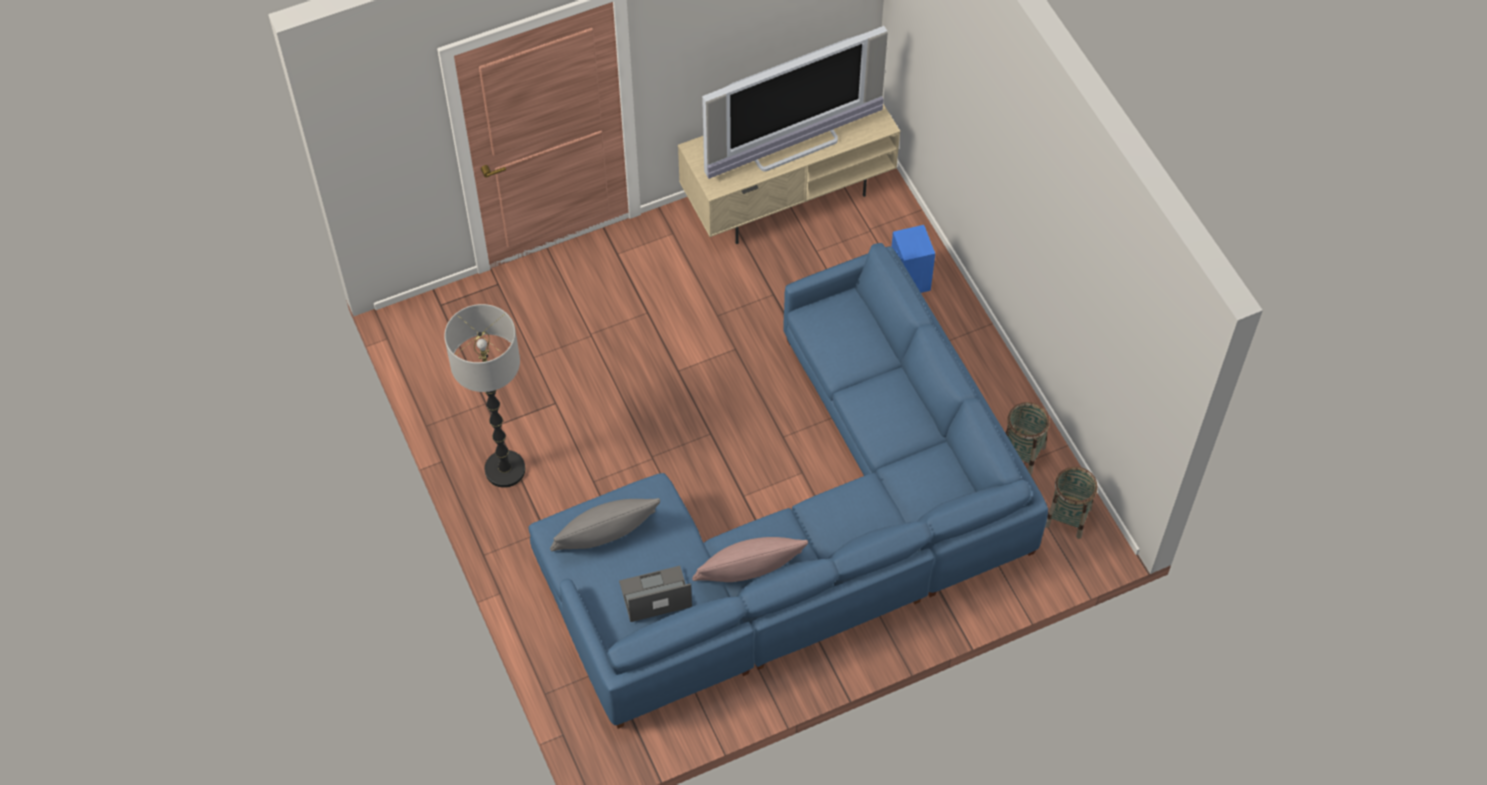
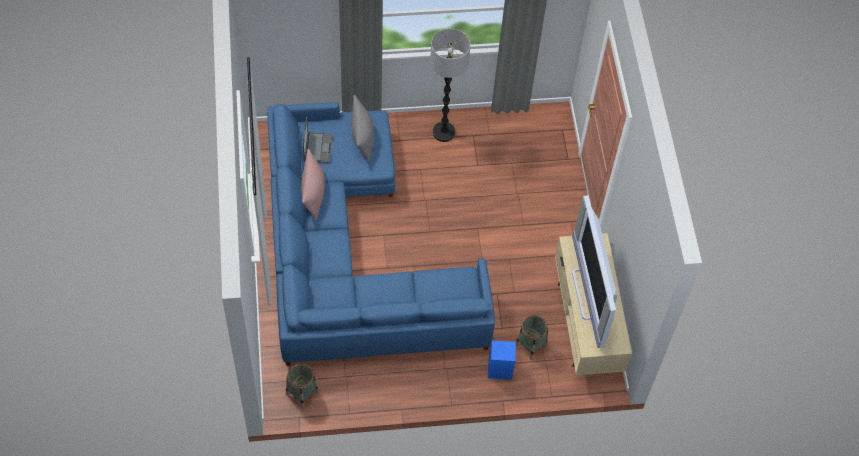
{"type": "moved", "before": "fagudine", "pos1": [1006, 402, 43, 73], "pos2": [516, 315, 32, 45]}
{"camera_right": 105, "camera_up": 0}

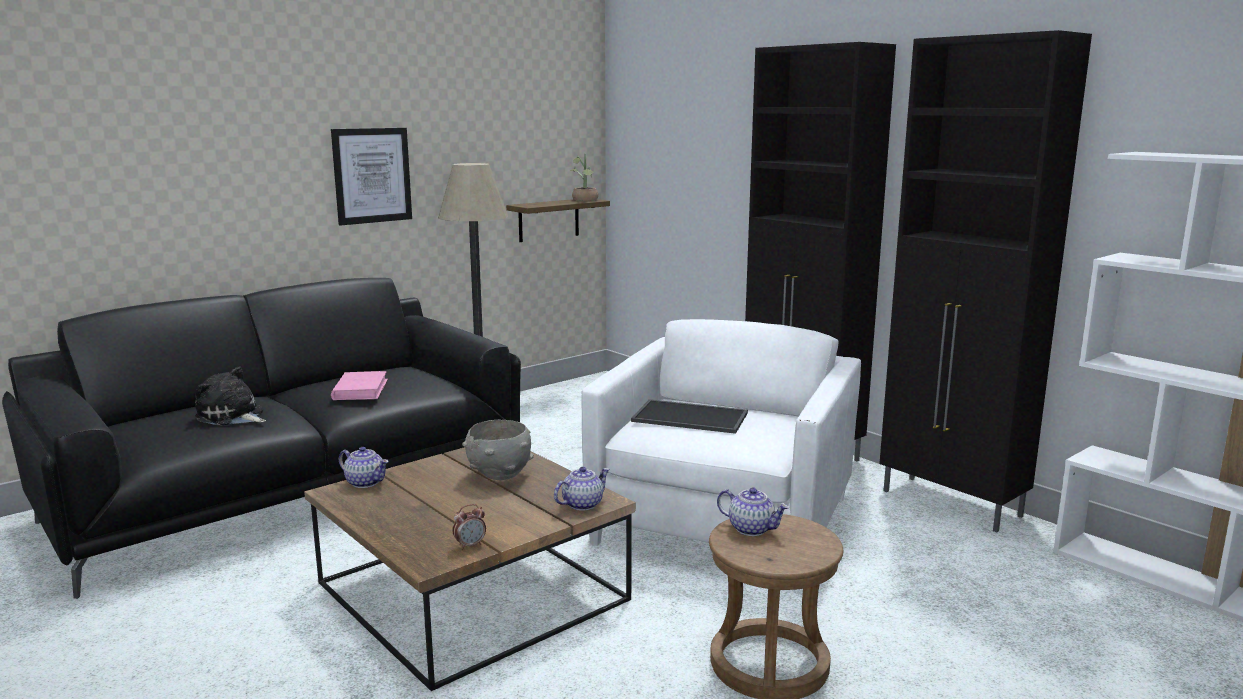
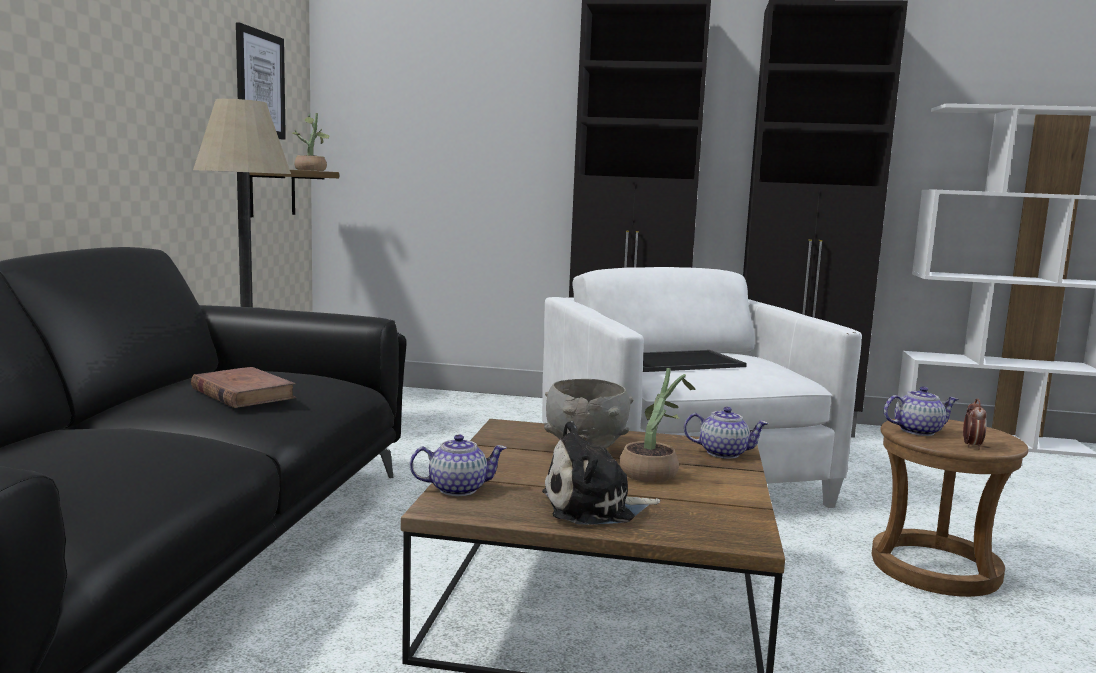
{"type": "moved", "before": "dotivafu", "pos1": [195, 366, 71, 60], "pos2": [542, 421, 118, 104]}
{"type": "moved", "before": "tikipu", "pos1": [331, 128, 81, 98], "pos2": [236, 22, 50, 118]}
{"type": "recoloured", "before": "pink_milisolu", "after": "brown_milisolu", "pos1": [331, 371, 57, 29], "pos2": [191, 367, 105, 41]}
{"type": "moved", "before": "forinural", "pos1": [452, 504, 34, 46], "pos2": [963, 398, 24, 52]}
{"type": "turned", "before": "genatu", "pos1": [554, 467, 56, 44], "pos2": [684, 407, 85, 52], "turn": 90}
{"type": "added", "after": "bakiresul", "pos2": [619, 368, 77, 115]}
{"camera_right": -40, "camera_up": -5}

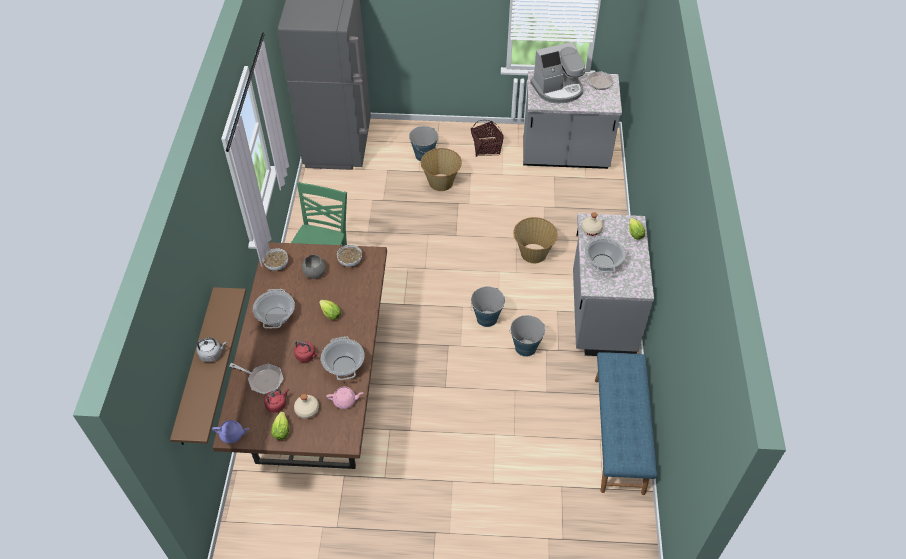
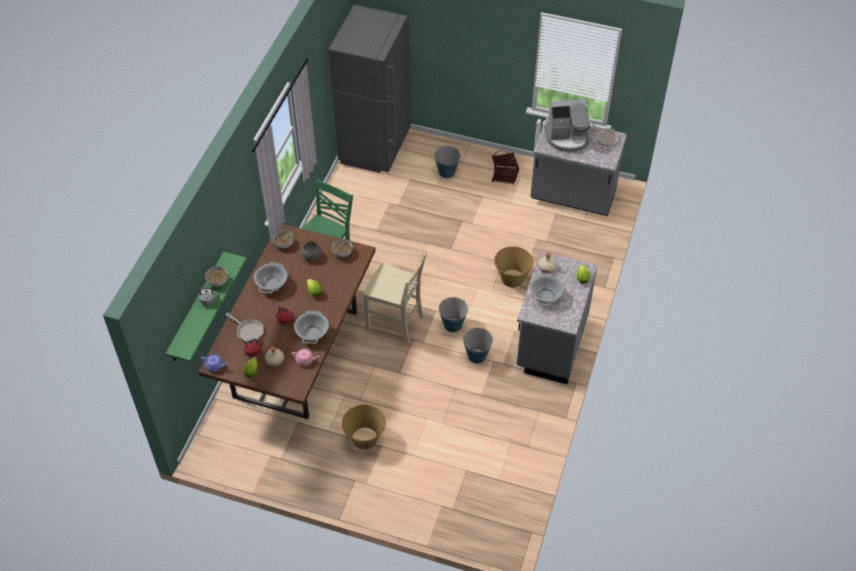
{"type": "recoloured", "before": "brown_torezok", "after": "green_torezok", "pos1": [170, 287, 76, 158], "pos2": [165, 251, 82, 111]}
{"type": "moved", "before": "fagudine", "pos1": [421, 148, 41, 43], "pos2": [342, 405, 43, 44]}
{"type": "removed", "before": "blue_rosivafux", "pos1": [595, 352, 62, 143]}
{"type": "added", "after": "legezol", "pos2": [205, 266, 23, 21]}
{"type": "added", "after": "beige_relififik", "pos2": [364, 250, 63, 93]}
{"camera_right": 15, "camera_up": 0}

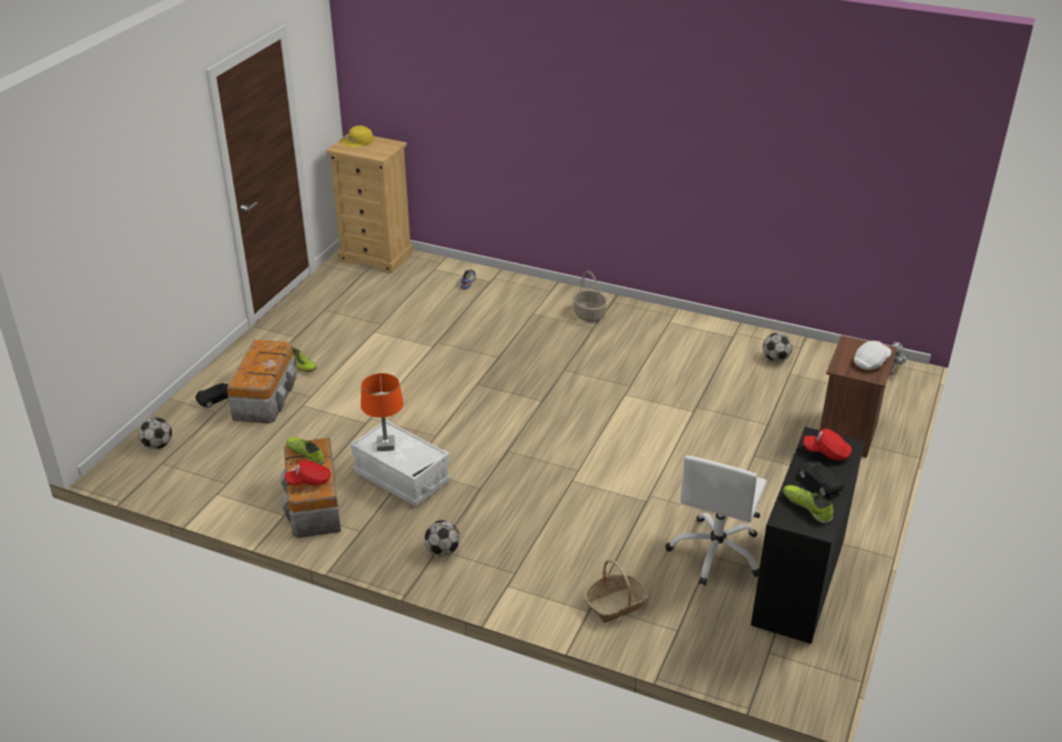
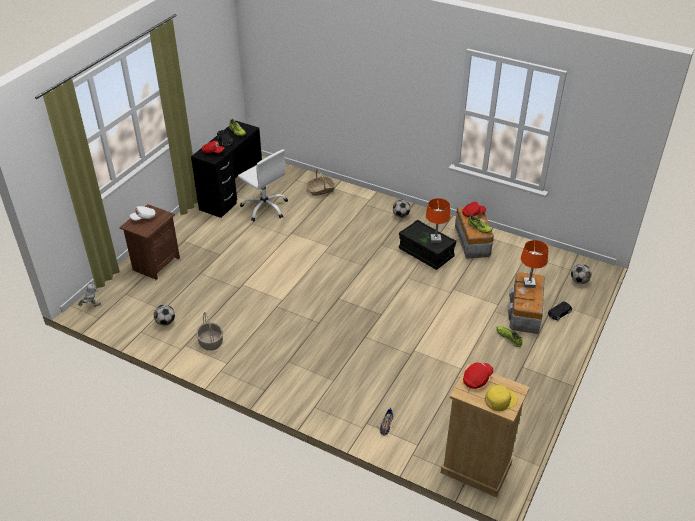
{"type": "recoloured", "before": "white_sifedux", "after": "black_sifedux", "pos1": [350, 420, 100, 87], "pos2": [399, 219, 57, 51]}
{"type": "moved", "before": "fagudine", "pos1": [573, 271, 34, 51], "pos2": [196, 312, 27, 39]}
{"type": "turned", "before": "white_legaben", "pos1": [666, 456, 101, 130], "pos2": [238, 149, 50, 72], "turn": 105}
{"type": "added", "after": "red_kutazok", "pos2": [463, 362, 30, 27]}
{"type": "added", "after": "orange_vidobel", "pos2": [521, 240, 28, 48]}
{"camera_right": -175, "camera_up": 5}

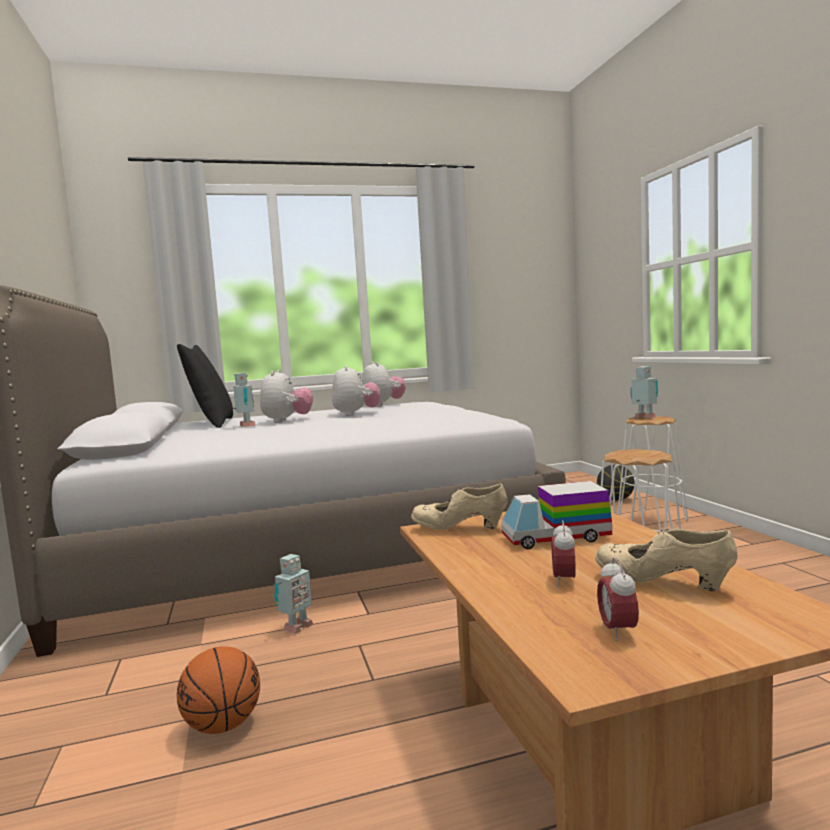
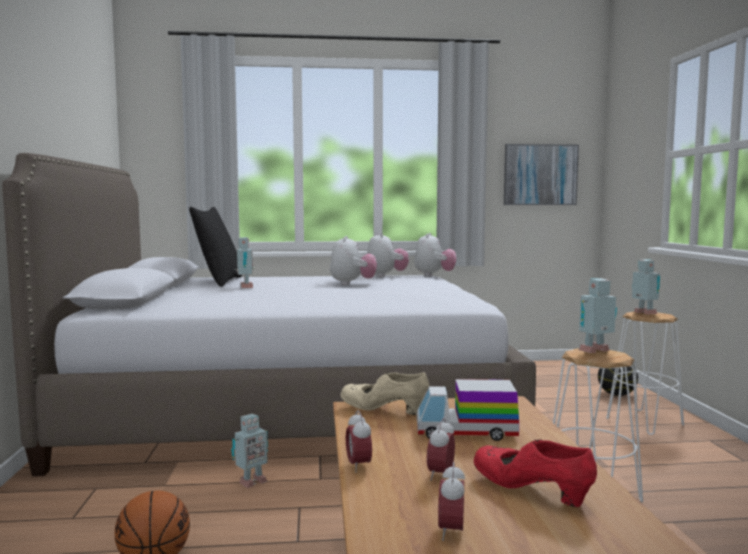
{"type": "moved", "before": "dotivafu", "pos1": [260, 370, 53, 53], "pos2": [414, 233, 42, 43]}
{"type": "recoloured", "before": "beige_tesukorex", "after": "red_tesukorex", "pos1": [595, 529, 142, 62], "pos2": [474, 439, 123, 68]}
{"type": "added", "after": "forinural", "pos2": [346, 410, 26, 63]}
{"type": "added", "after": "tikipu", "pos2": [504, 144, 75, 61]}
{"type": "added", "after": "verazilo", "pos2": [579, 278, 38, 75]}
{"camera_right": 10, "camera_up": 0}

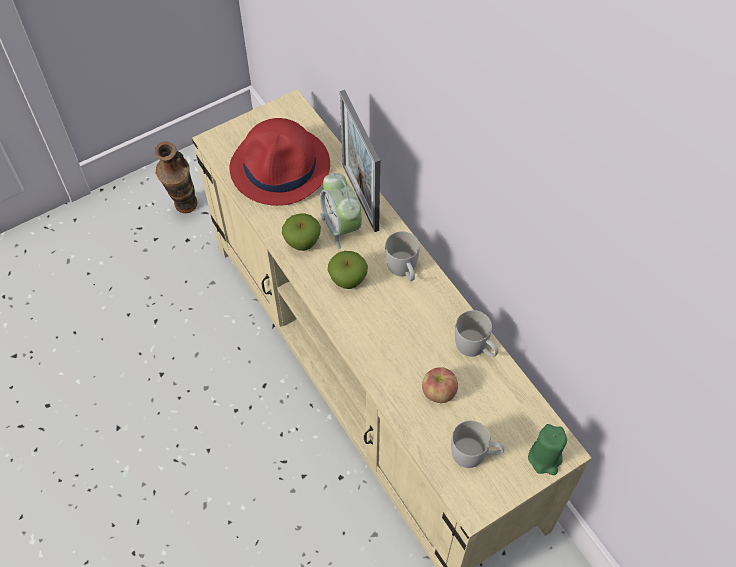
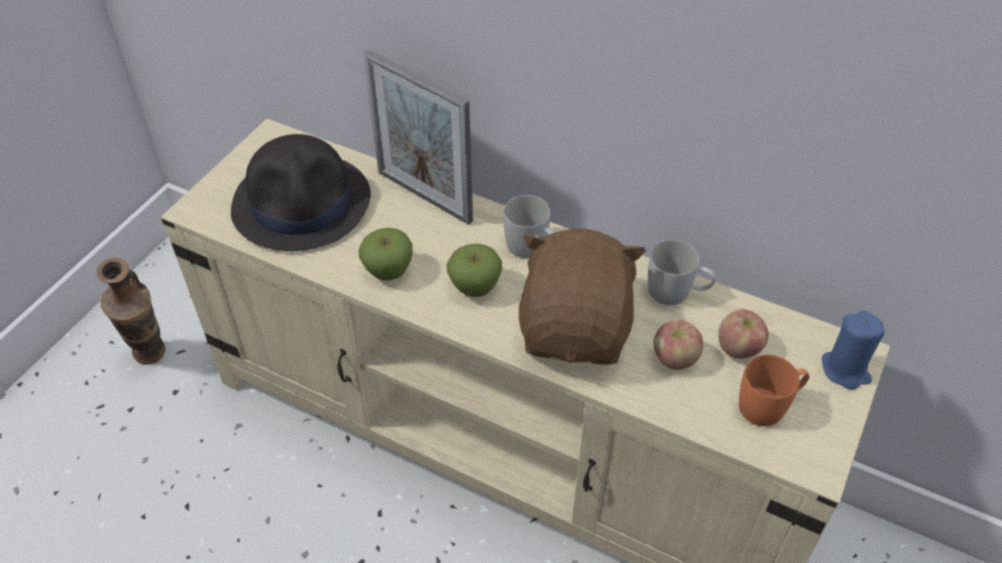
{"type": "recoloured", "before": "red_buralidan", "after": "black_buralidan", "pos1": [229, 118, 101, 88], "pos2": [231, 134, 140, 117]}
{"type": "removed", "before": "forinural", "pos1": [320, 173, 42, 76]}
{"type": "recoloured", "before": "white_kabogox", "after": "orange_kabogox", "pos1": [451, 421, 53, 47], "pos2": [739, 355, 70, 71]}
{"type": "recoloured", "before": "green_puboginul", "after": "blue_puboginul", "pos1": [528, 424, 39, 51], "pos2": [822, 311, 63, 79]}
{"type": "added", "after": "brown_dotivafu", "pos2": [519, 229, 127, 136]}
{"type": "added", "after": "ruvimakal", "pos2": [718, 309, 51, 49]}
{"camera_right": -30, "camera_up": -10}

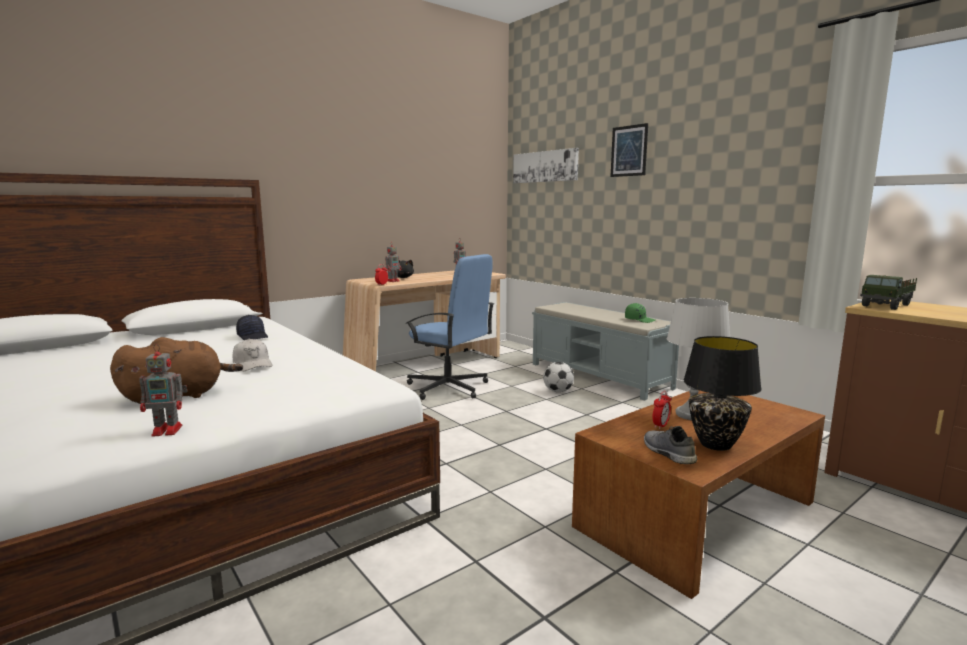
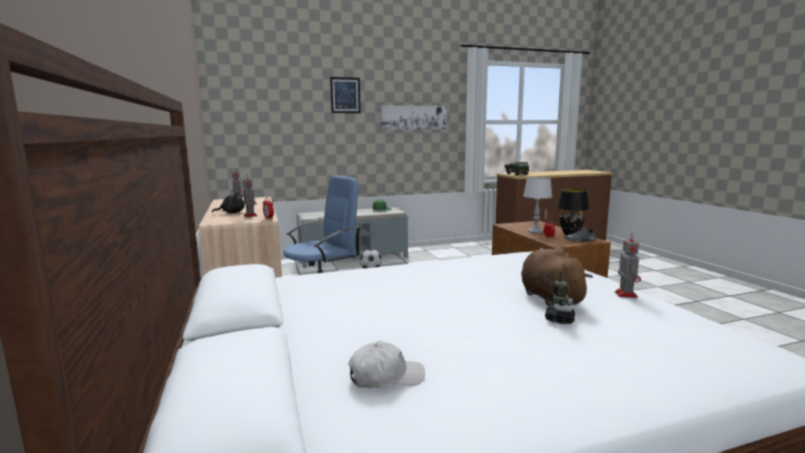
{"type": "moved", "before": "white_kutazok", "pos1": [232, 339, 40, 32], "pos2": [348, 341, 77, 47]}
{"type": "removed", "before": "black_kutazok", "pos1": [236, 315, 32, 25]}
{"type": "moved", "before": "tikipu", "pos1": [513, 148, 66, 35], "pos2": [381, 105, 66, 25]}
{"type": "added", "after": "verazilo", "pos2": [545, 272, 30, 52]}
{"camera_right": -70, "camera_up": 0}

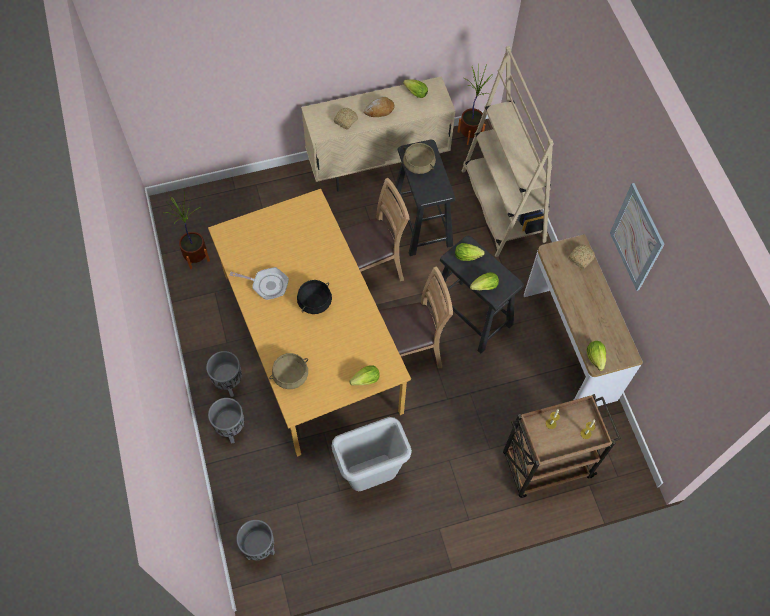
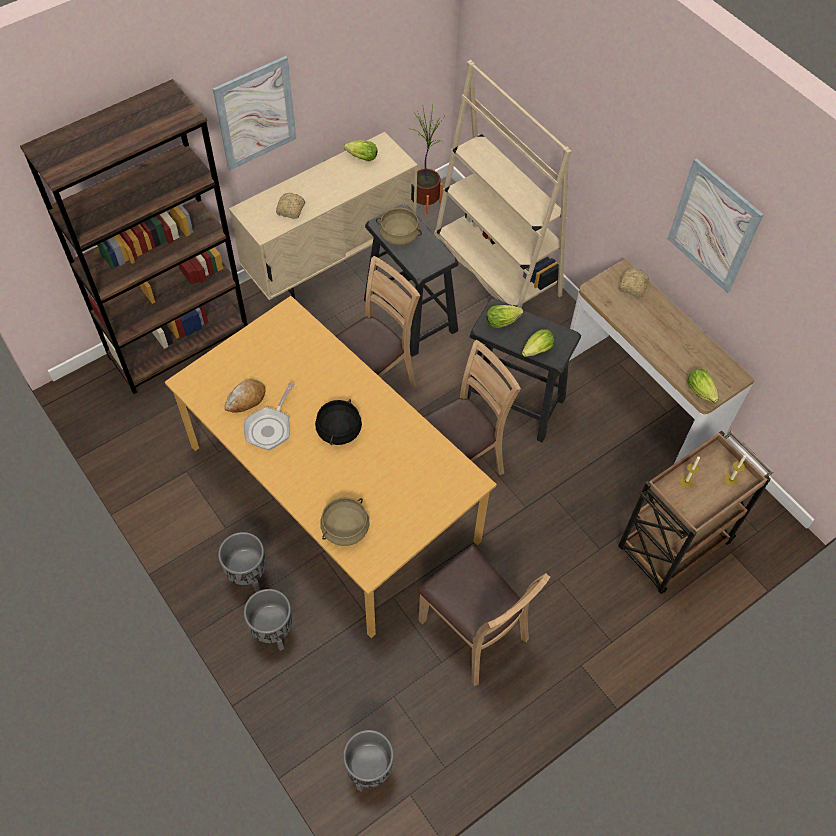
{"type": "removed", "before": "bakiresul", "pos1": [162, 191, 48, 78]}
{"type": "turned", "before": "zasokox", "pos1": [230, 267, 59, 33], "pos2": [244, 382, 51, 68], "turn": 120}
{"type": "replaced", "before": "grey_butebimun", "after": "brown_relififik", "pos1": [332, 417, 80, 74], "pos2": [418, 545, 132, 141]}
{"type": "removed", "before": "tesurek", "pos1": [349, 365, 31, 21]}
{"type": "moved", "before": "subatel", "pos1": [364, 97, 31, 20], "pos2": [224, 379, 41, 34]}
{"type": "added", "after": "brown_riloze", "pos2": [20, 79, 228, 315]}
{"type": "added", "after": "tikipu", "pos2": [213, 56, 84, 115]}
{"camera_right": -20, "camera_up": -5}

